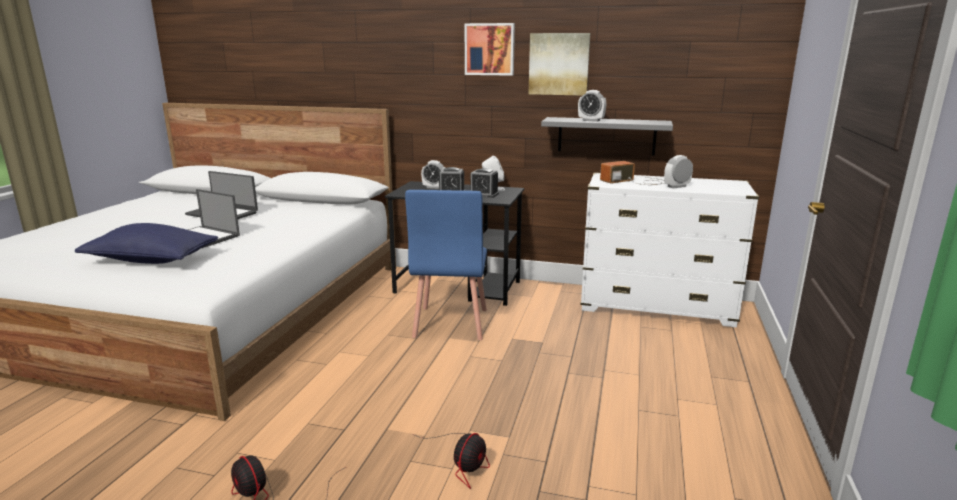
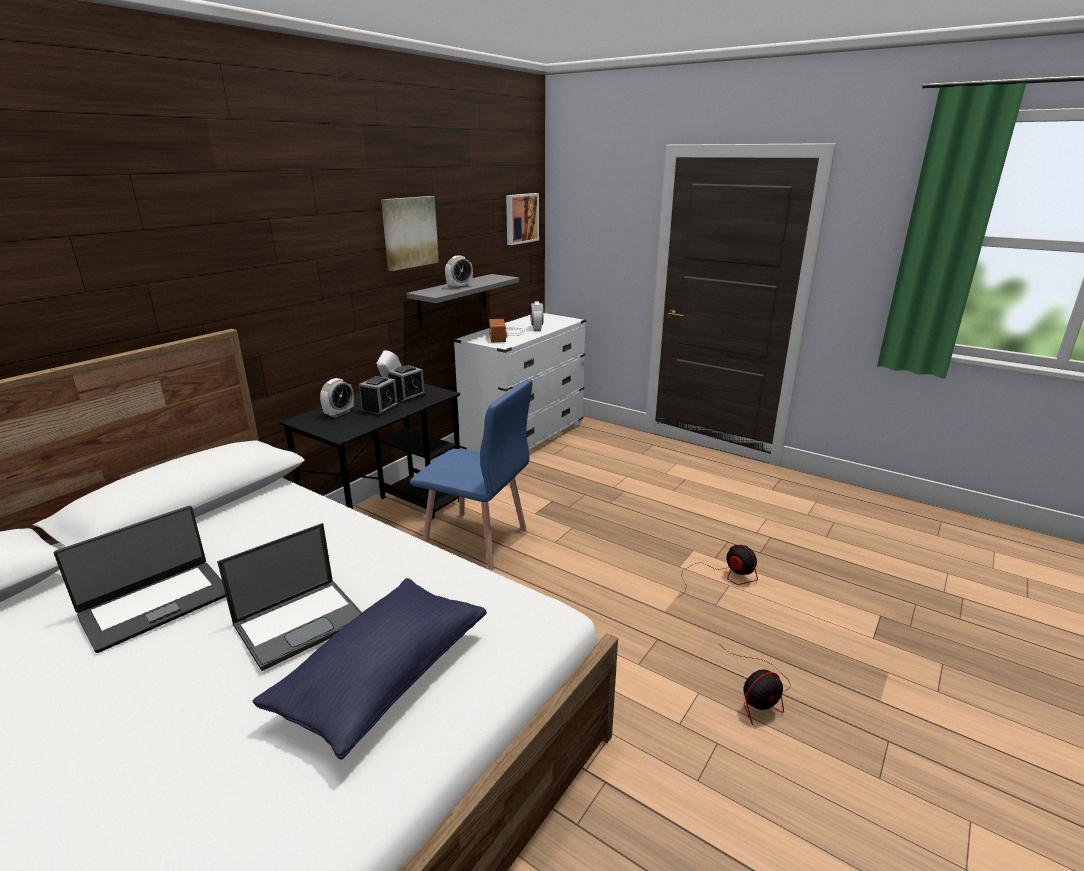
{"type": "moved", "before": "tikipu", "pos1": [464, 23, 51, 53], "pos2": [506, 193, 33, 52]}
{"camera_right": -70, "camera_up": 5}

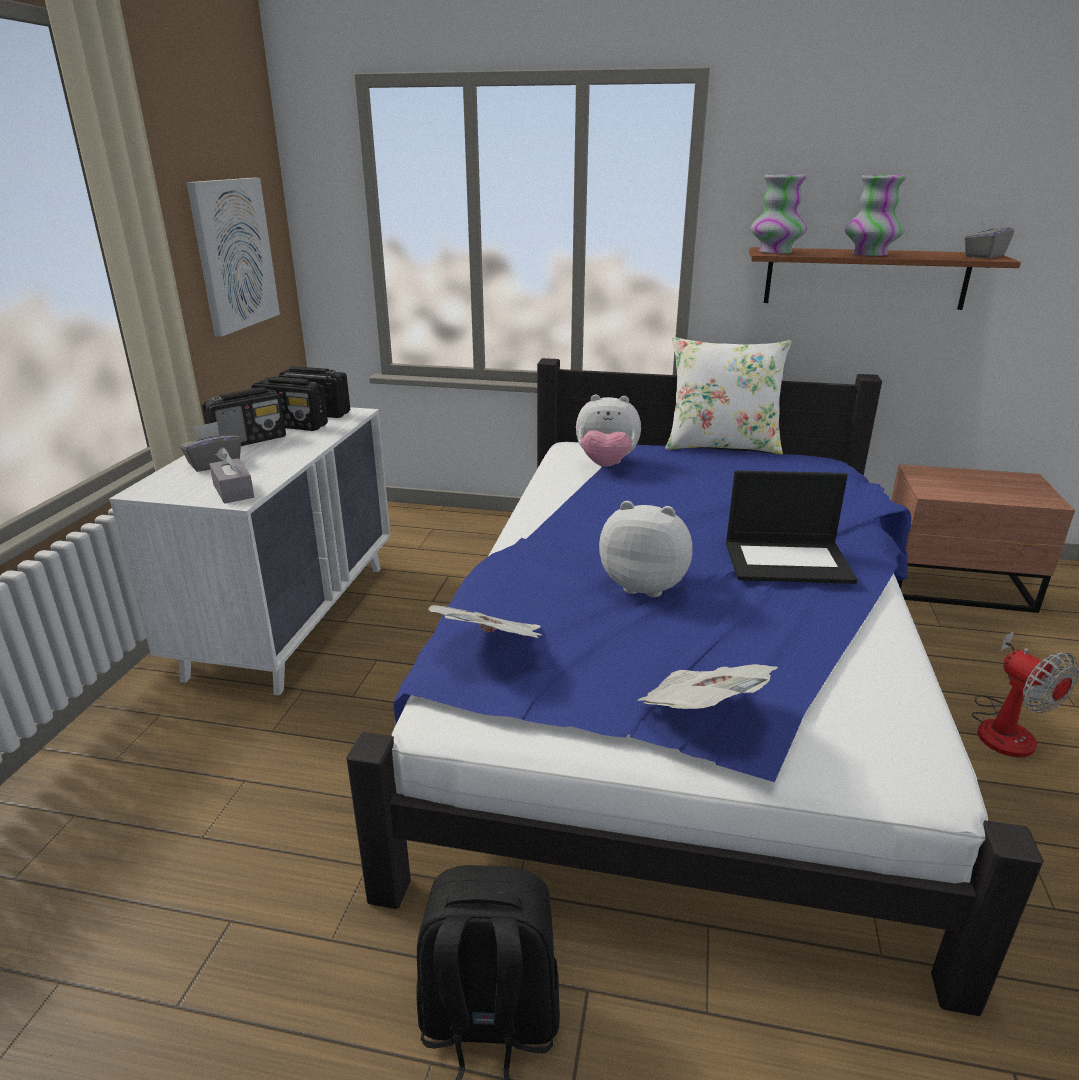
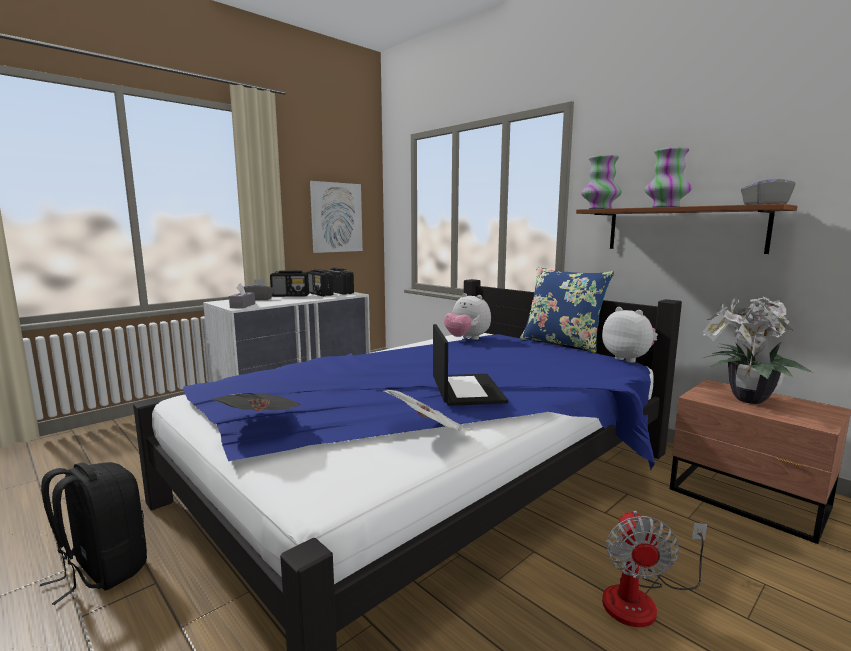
{"type": "moved", "before": "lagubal", "pos1": [428, 605, 114, 33], "pos2": [384, 390, 89, 40]}
{"type": "moved", "before": "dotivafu", "pos1": [599, 501, 93, 96], "pos2": [602, 307, 56, 56]}
{"type": "recoloured", "before": "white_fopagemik", "after": "blue_fopagemik", "pos1": [665, 337, 127, 118], "pos2": [520, 267, 94, 86]}
{"type": "turned", "before": "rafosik", "pos1": [726, 470, 132, 114], "pos2": [433, 324, 75, 82], "turn": -135}
{"type": "added", "after": "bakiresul", "pos2": [703, 296, 110, 108]}
{"camera_right": 35, "camera_up": -15}

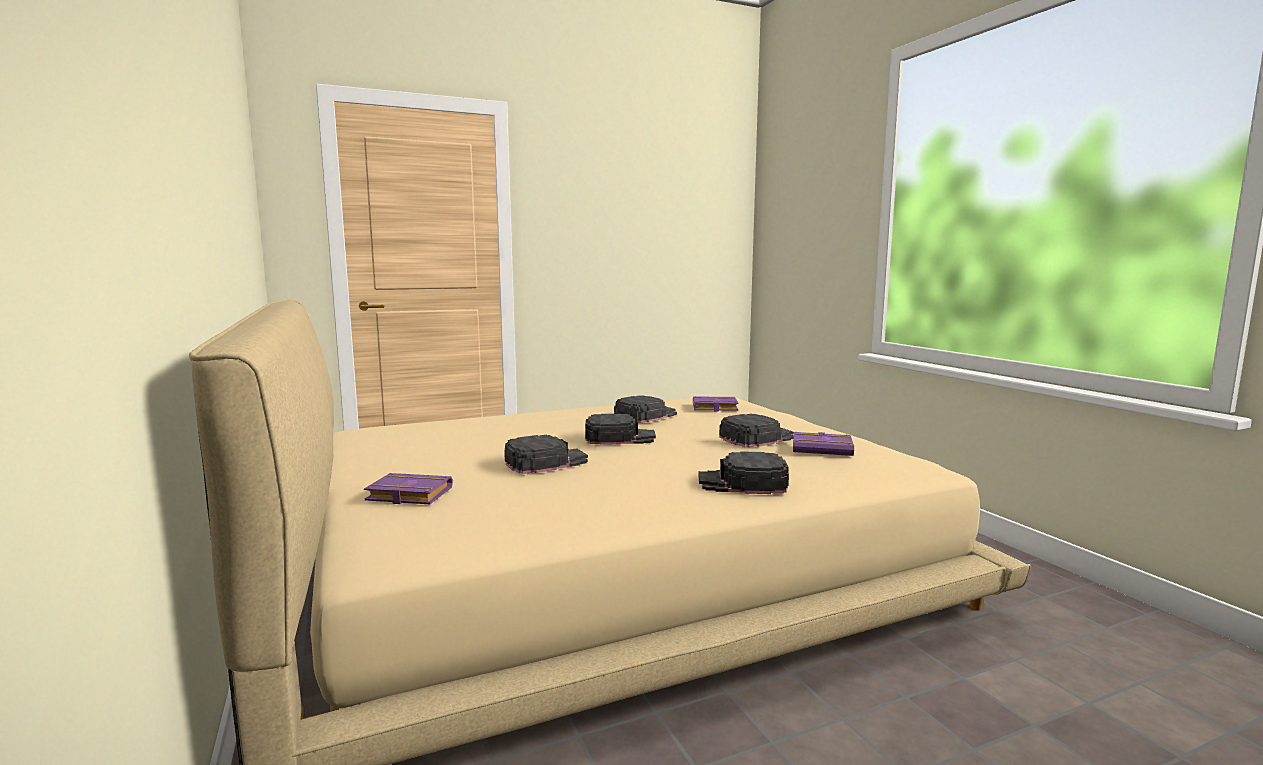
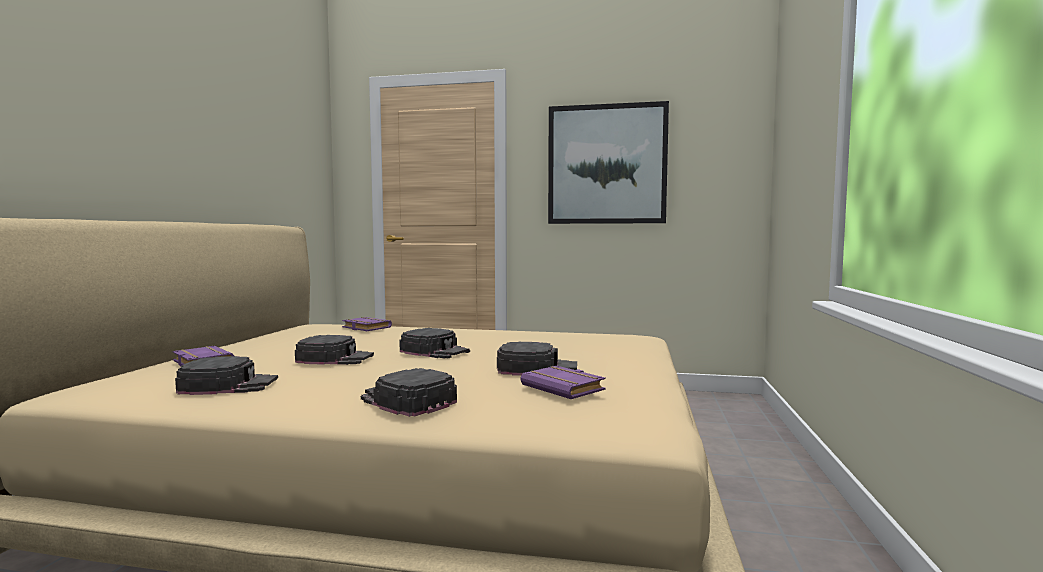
{"type": "moved", "before": "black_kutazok", "pos1": [614, 395, 63, 28], "pos2": [175, 356, 103, 39]}
{"type": "moved", "before": "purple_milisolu", "pos1": [693, 396, 46, 16], "pos2": [342, 317, 50, 14]}
{"type": "added", "after": "tikipu", "pos2": [548, 101, 121, 123]}
{"camera_right": 35, "camera_up": -5}

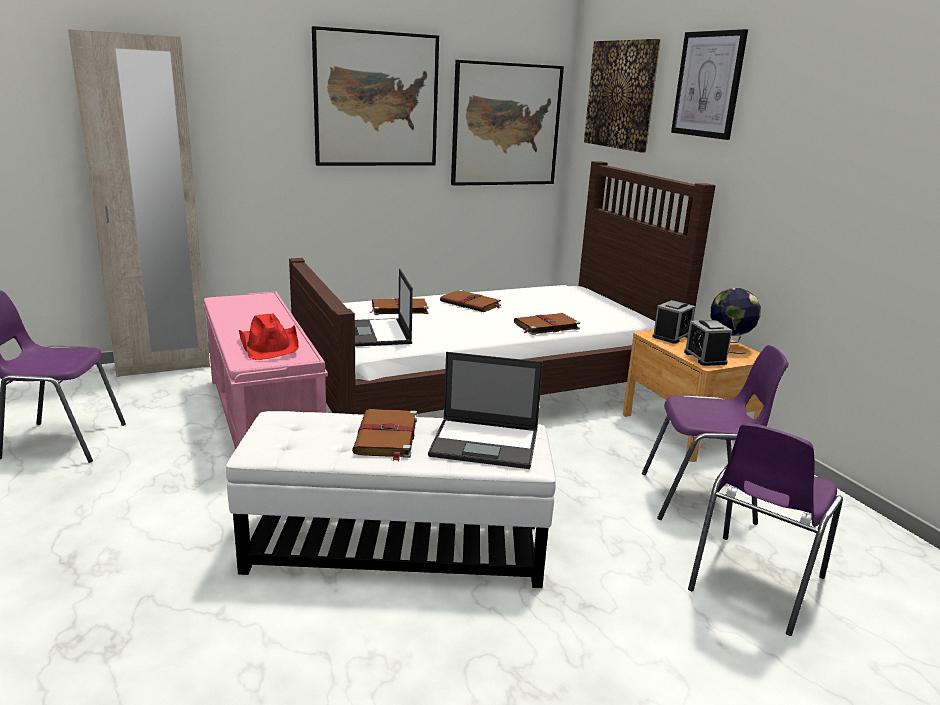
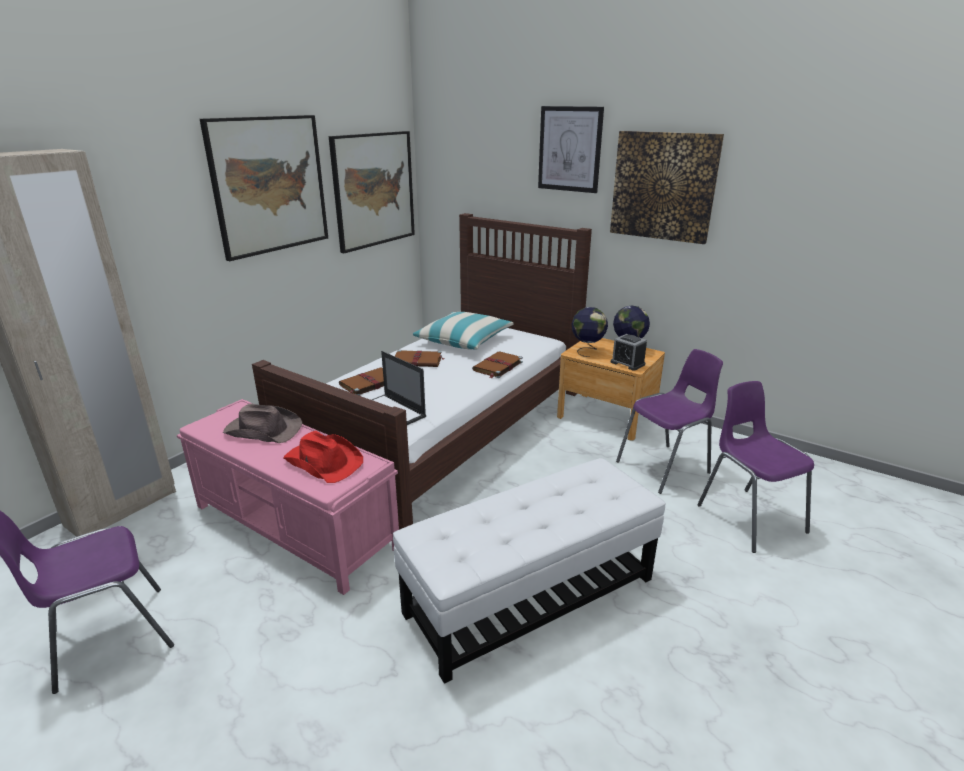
{"type": "removed", "before": "brown_milisolu", "pos1": [352, 409, 65, 52]}
{"type": "removed", "before": "rafosik", "pos1": [428, 352, 115, 117]}
{"type": "moved", "before": "tikipu", "pos1": [584, 39, 77, 113], "pos2": [610, 131, 114, 113]}
{"type": "replaced", "before": "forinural", "after": "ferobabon", "pos1": [652, 300, 43, 44], "pos2": [571, 307, 37, 50]}
{"type": "turned", "before": "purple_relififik", "pos1": [688, 422, 155, 214], "pos2": [697, 381, 117, 172], "turn": 150}
{"type": "added", "after": "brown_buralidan", "pos2": [223, 403, 80, 40]}
{"type": "added", "after": "fopagemik", "pos2": [413, 312, 100, 38]}
{"camera_right": -30, "camera_up": 5}

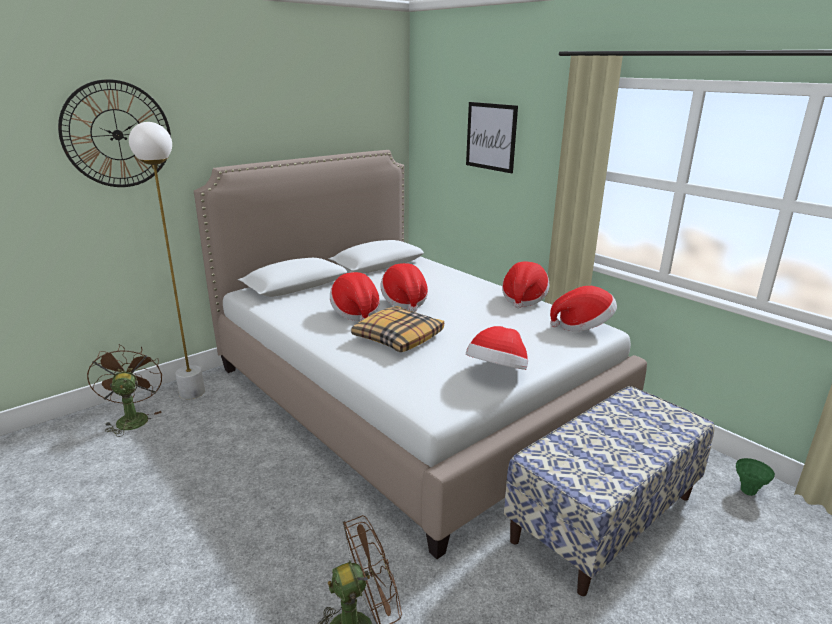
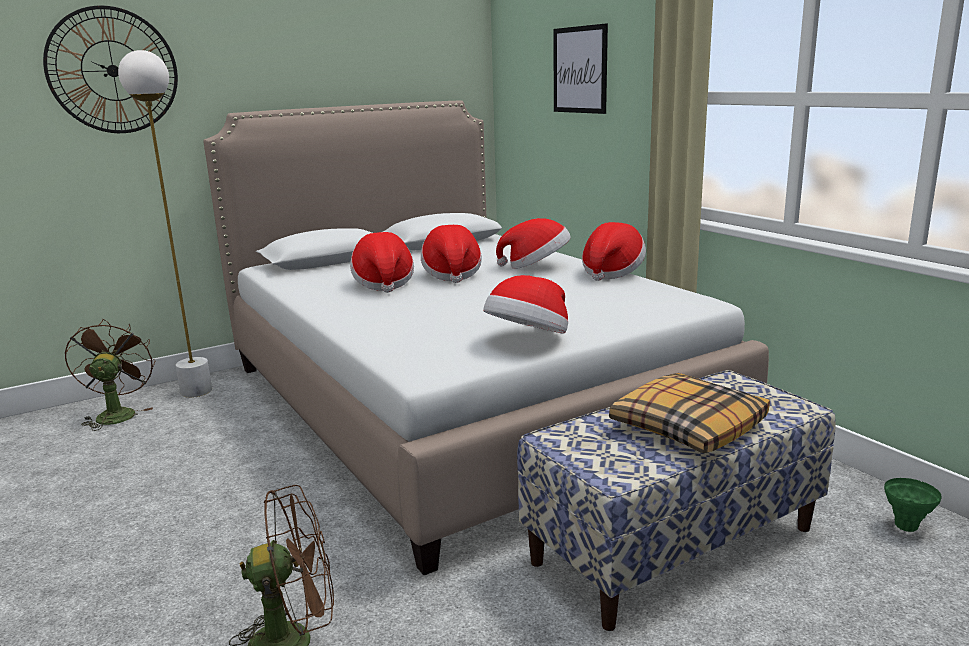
{"type": "moved", "before": "fopagemik", "pos1": [351, 306, 93, 46], "pos2": [609, 373, 161, 80]}
{"type": "moved", "before": "buralidan", "pos1": [550, 286, 67, 45], "pos2": [496, 218, 75, 51]}
{"camera_right": 10, "camera_up": -5}

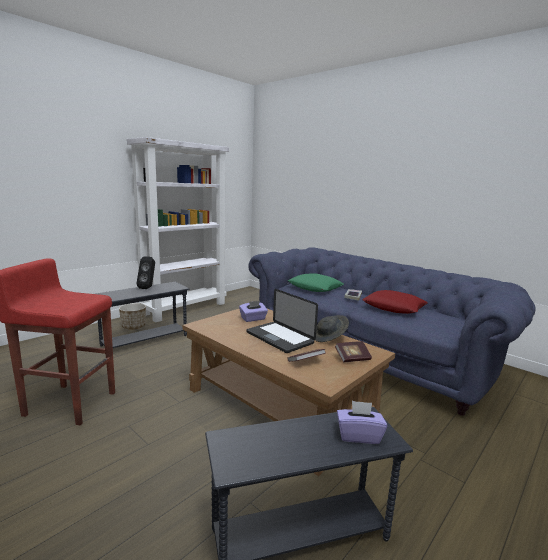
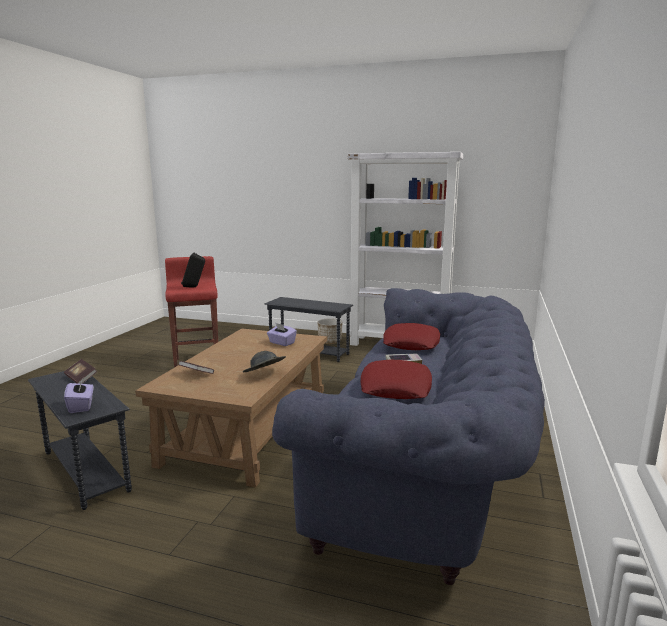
{"type": "moved", "before": "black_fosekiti", "pos1": [137, 256, 18, 33], "pos2": [181, 253, 24, 35]}
{"type": "removed", "before": "rafosik", "pos1": [246, 289, 72, 64]}
{"type": "recoloured", "before": "green_fopagemik", "after": "red_fopagemik", "pos1": [288, 273, 56, 19], "pos2": [383, 323, 57, 27]}
{"type": "moved", "before": "milisolu", "pos1": [335, 341, 37, 21], "pos2": [64, 359, 33, 25]}
{"camera_right": 65, "camera_up": 0}

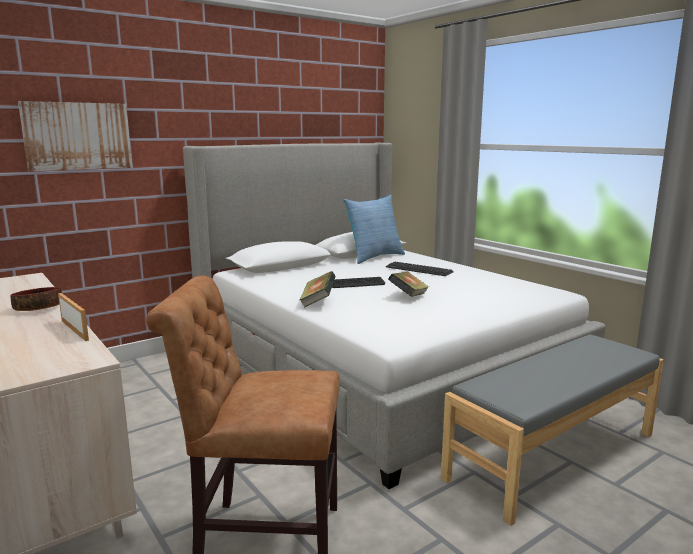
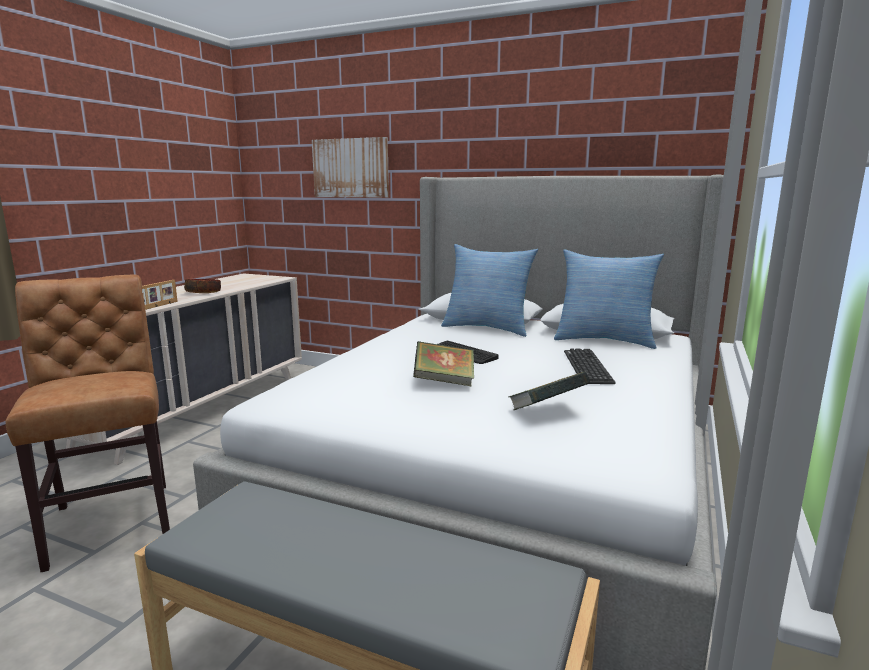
{"type": "moved", "before": "milisolu", "pos1": [299, 271, 37, 36], "pos2": [508, 372, 82, 38]}
{"type": "added", "after": "fopagemik", "pos2": [441, 244, 97, 93]}
{"camera_right": 60, "camera_up": 0}

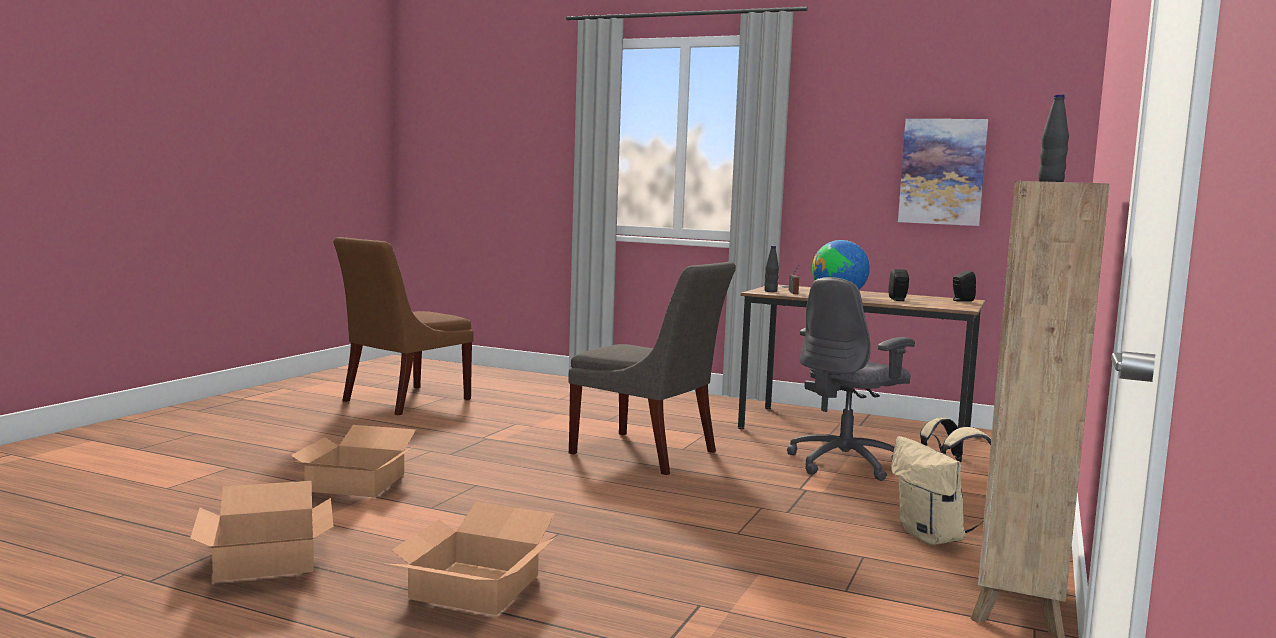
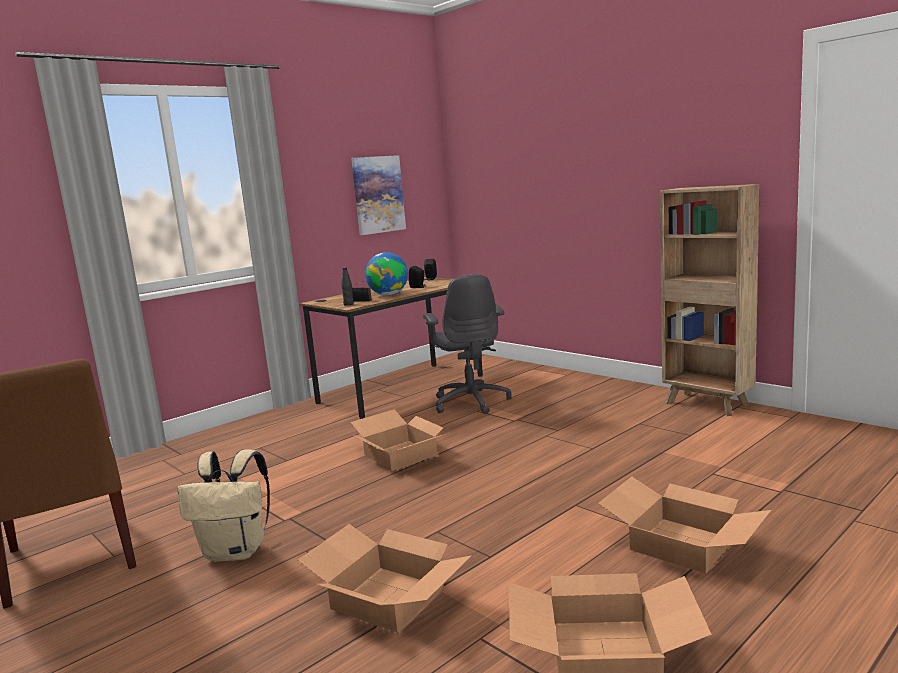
{"type": "replaced", "before": "grey_relififik", "after": "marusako", "pos1": [568, 262, 168, 213], "pos2": [351, 410, 98, 61]}
{"type": "moved", "before": "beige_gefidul", "pos1": [891, 417, 100, 128], "pos2": [177, 449, 93, 113]}
{"type": "removed", "before": "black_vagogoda", "pos1": [1039, 94, 30, 88]}
{"camera_right": -65, "camera_up": 5}

